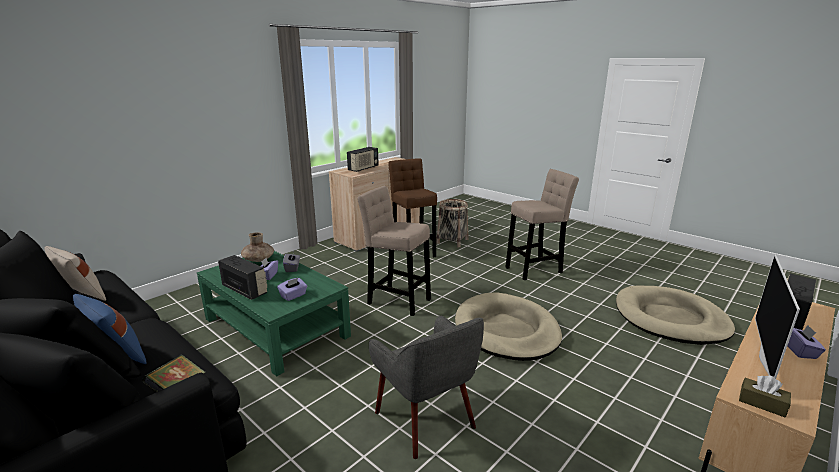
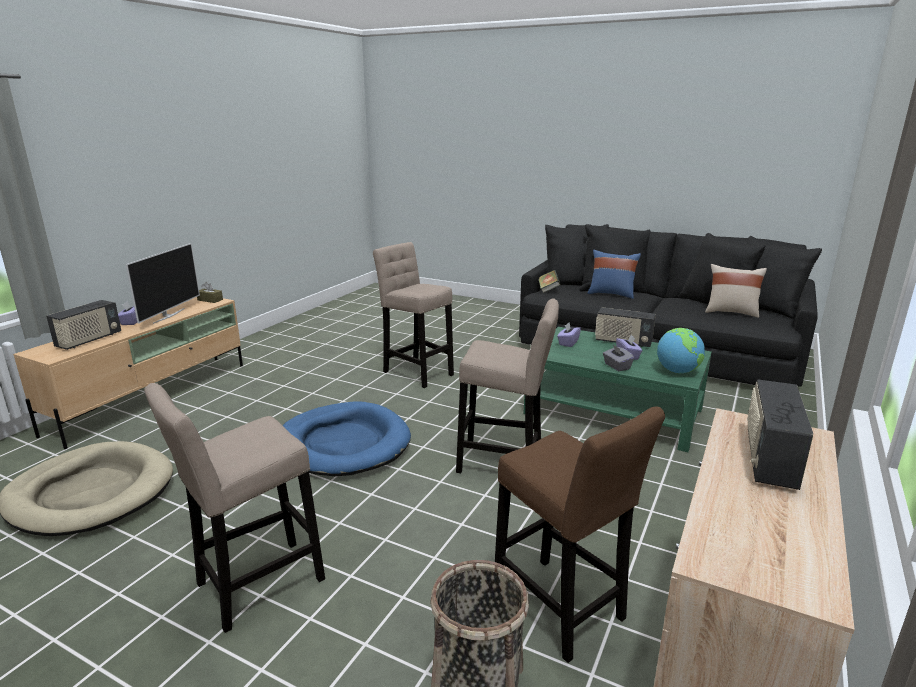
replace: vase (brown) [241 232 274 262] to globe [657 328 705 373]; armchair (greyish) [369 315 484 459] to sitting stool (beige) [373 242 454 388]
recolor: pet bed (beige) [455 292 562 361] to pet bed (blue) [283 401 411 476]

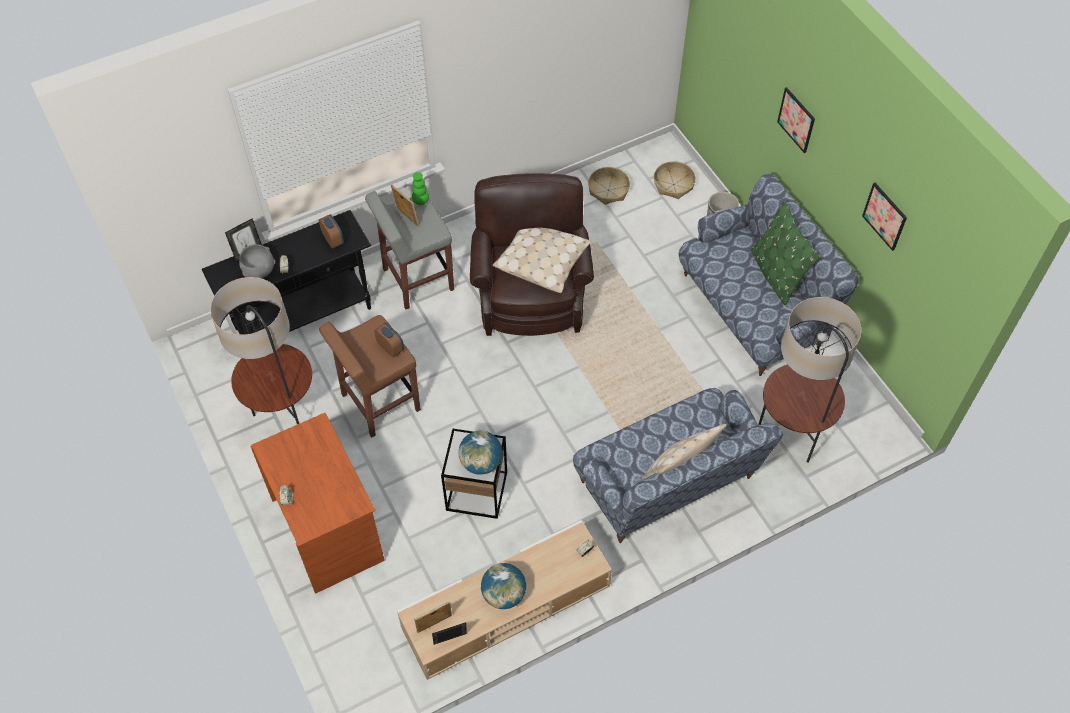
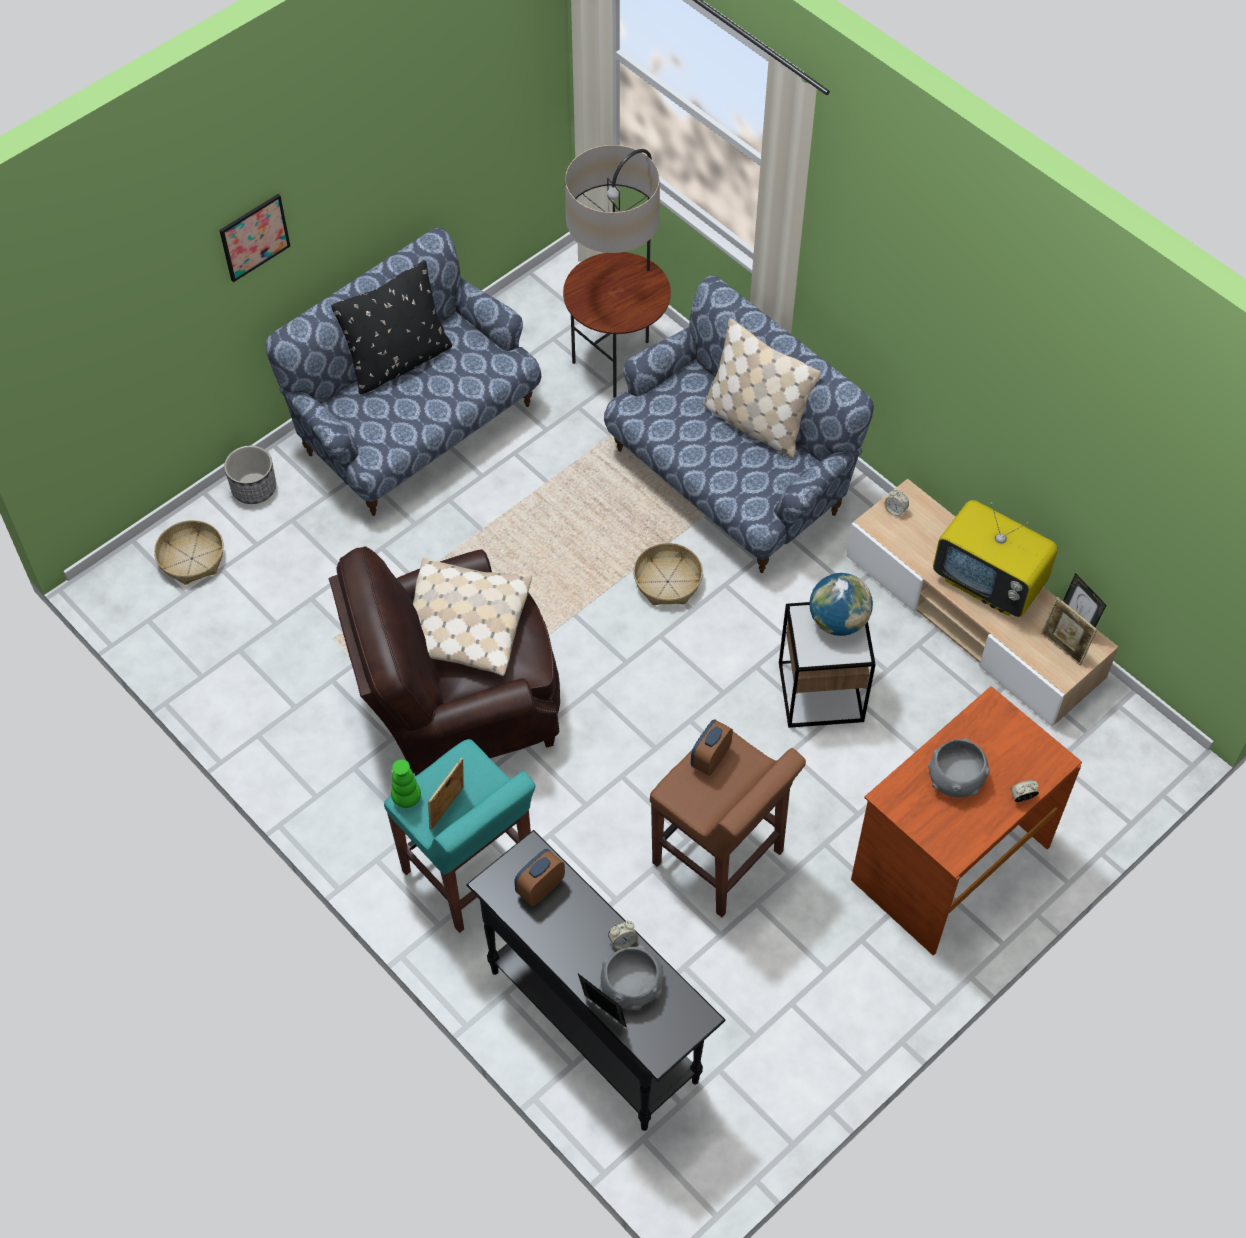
delete: picture [862 183 907 251]; standard lamp [210 277 312 424]
insert: deep dish (greyish) [928 738 990 798]
move: storage basket [588 167 630 205] to [633 543 703 605]
replace: globe [481 563 526 609] to TV set [933 500 1058 617]
recolor: sitting stool (greyish) [365 191 454 309] to sitting stool (turquoise) [384 739 536 933]; pillow (green-coloured) [751 201 819 305] to pillow (black) [331 260 452 394]

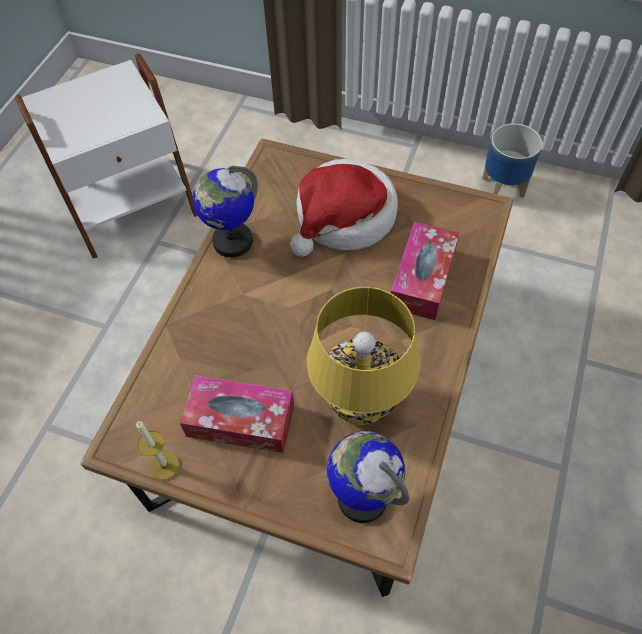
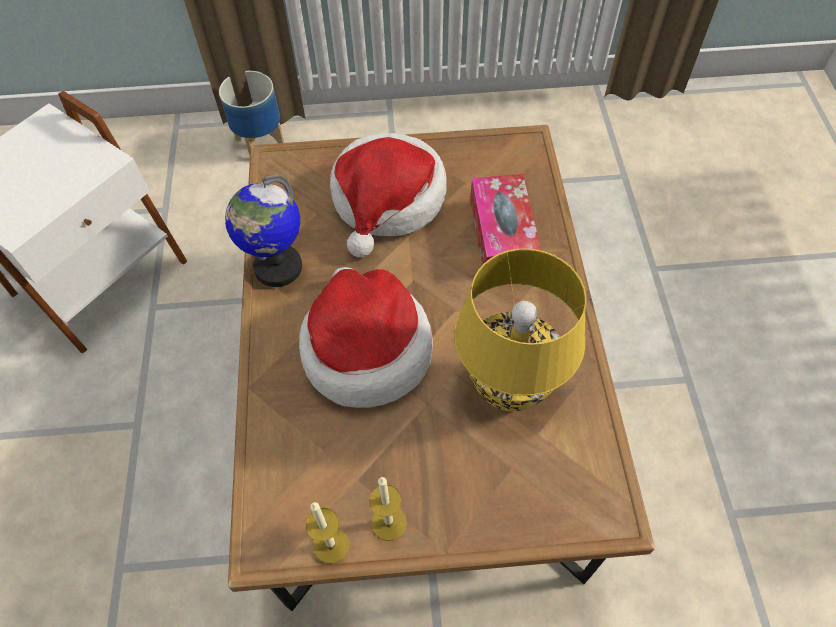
delete: box of tissues [180 375 294 453]; globe [327 431 409 523]
insert: wearable hat [299 267 433 408]; candle [369 477 407 541]
move: planter [482 123 542 198] to [219 71 284 155]

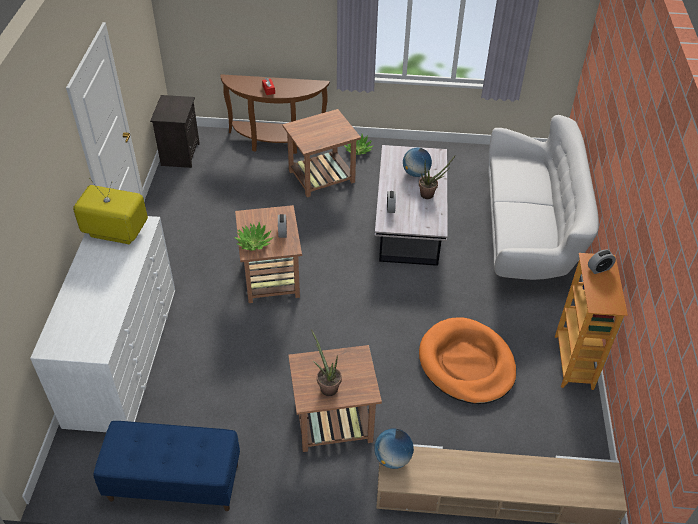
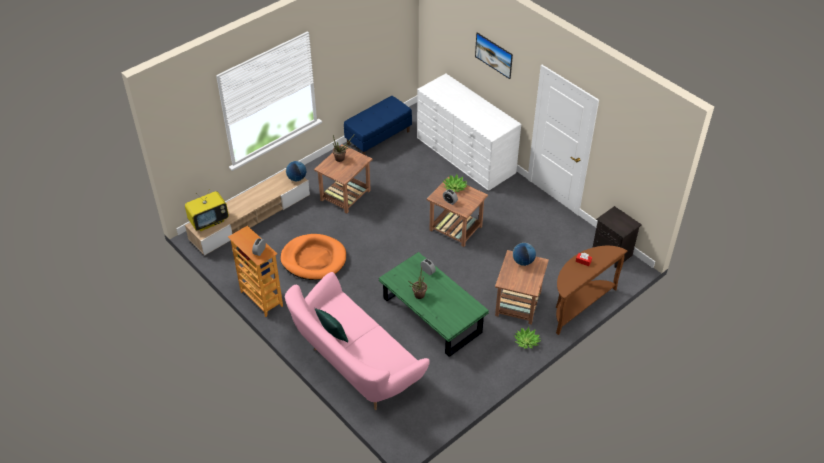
insert: picture [475 32 513 79]; pillow (green-coloured) [315 308 348 343]
move: globe [403 148 432 177] to [513 243 536 266]; TV set [73 178 148 244] to [185 188 229 231]
recolor: sofa (white) [488 115 599 280] to sofa (pink) [285 272 430 410]; lounge table (white) [375 145 448 266] to lounge table (green-coloured) [379 252 489 357]

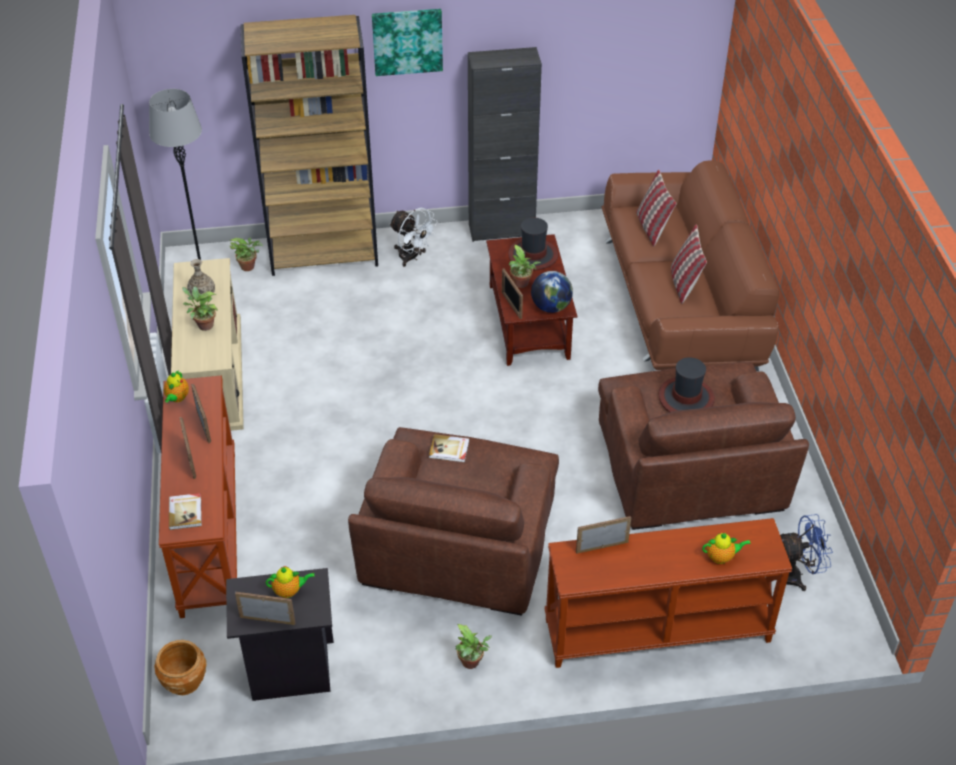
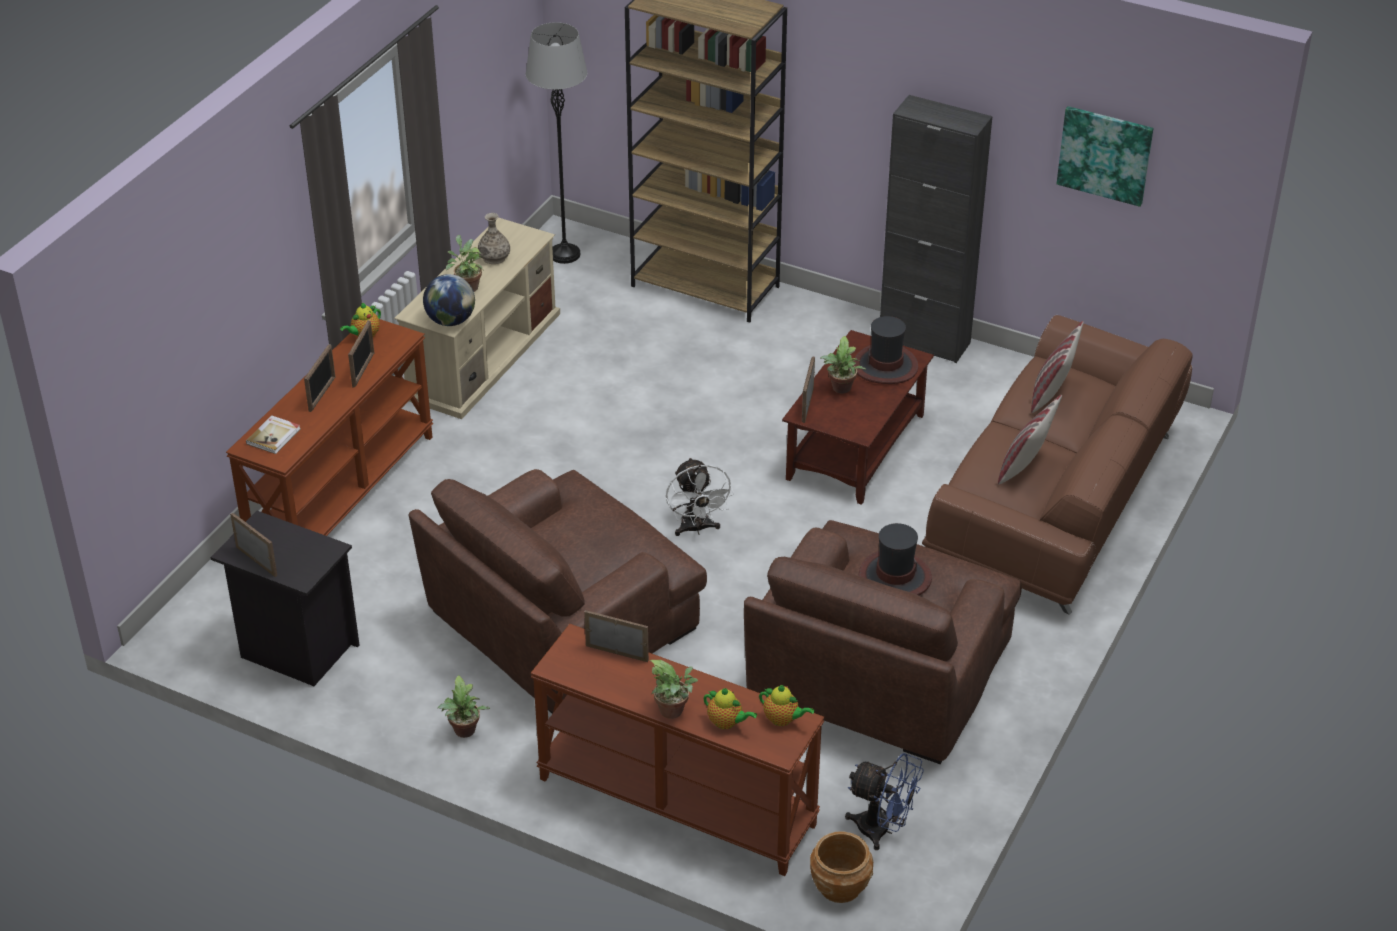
delete: volume [429 434 469 462]
move: picture [372 9 443 76] to [1057 106 1153 207]; electric fan (white) [389 208 438 267] to [666 457 734 536]; plant in a pot [230 238 263 271] to [650 660 698 719]; globe [531 271 573 313] to [423 274 475 326]; pot for tea [266 566 315 598] to [759 685 814 726]; planter (brown) [154 640 207 695] to [810 831 873 903]

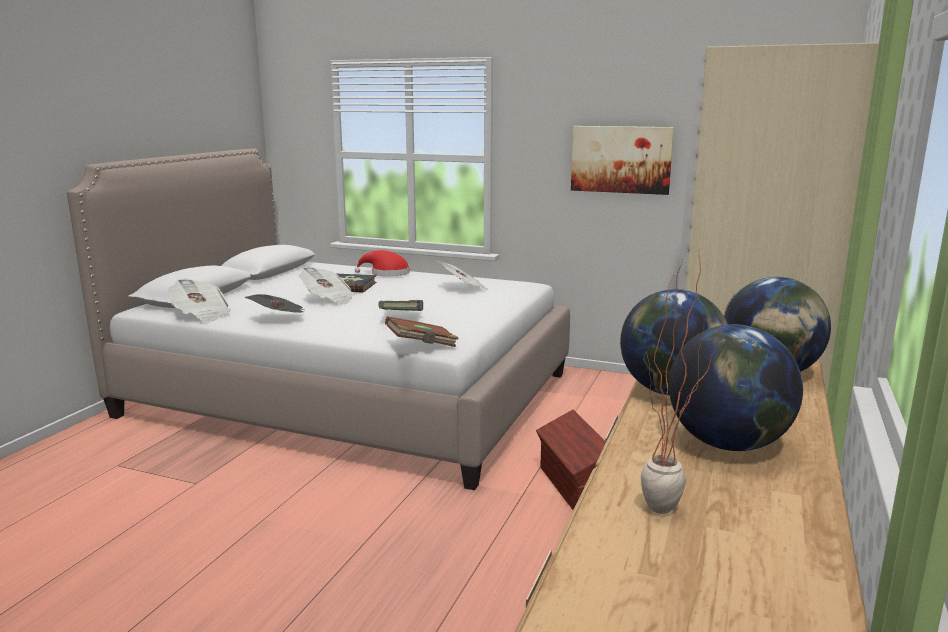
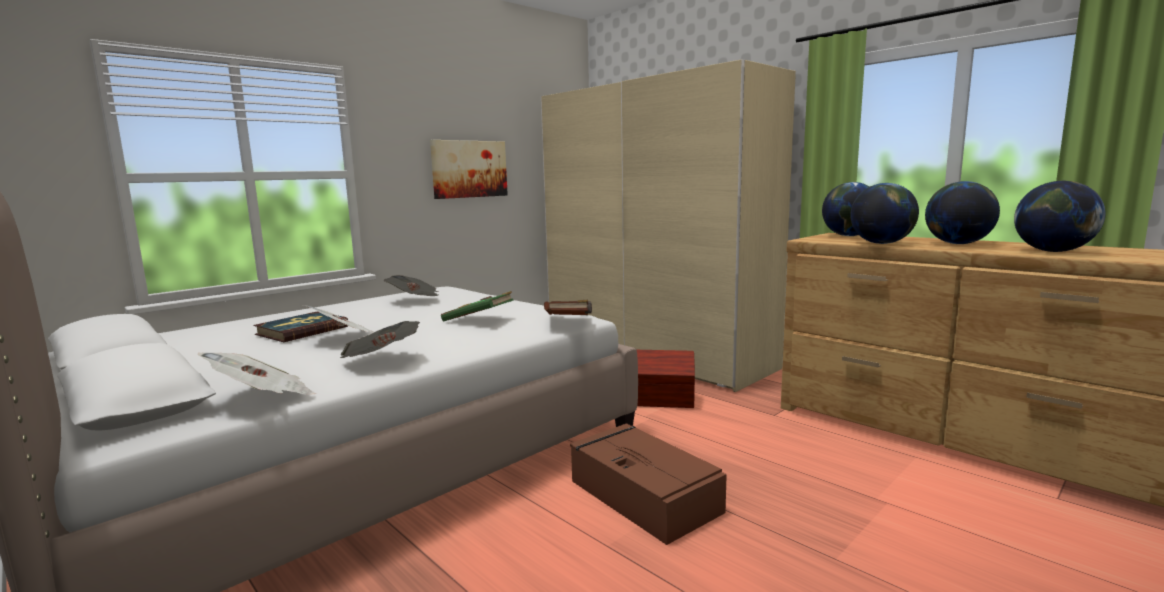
delete: wearable hat (red) [355 250 410 277]
insert: storage box (brown) [570 423 727 545]
replace: plant in a pot [641 255 735 514] to globe [1014 181 1106 252]

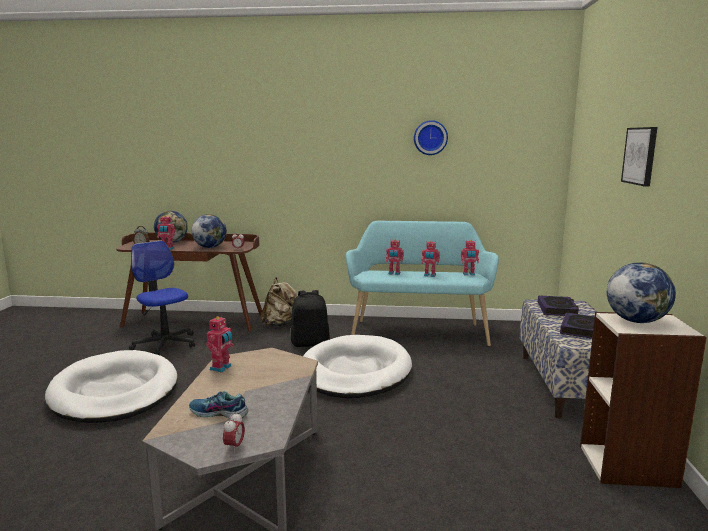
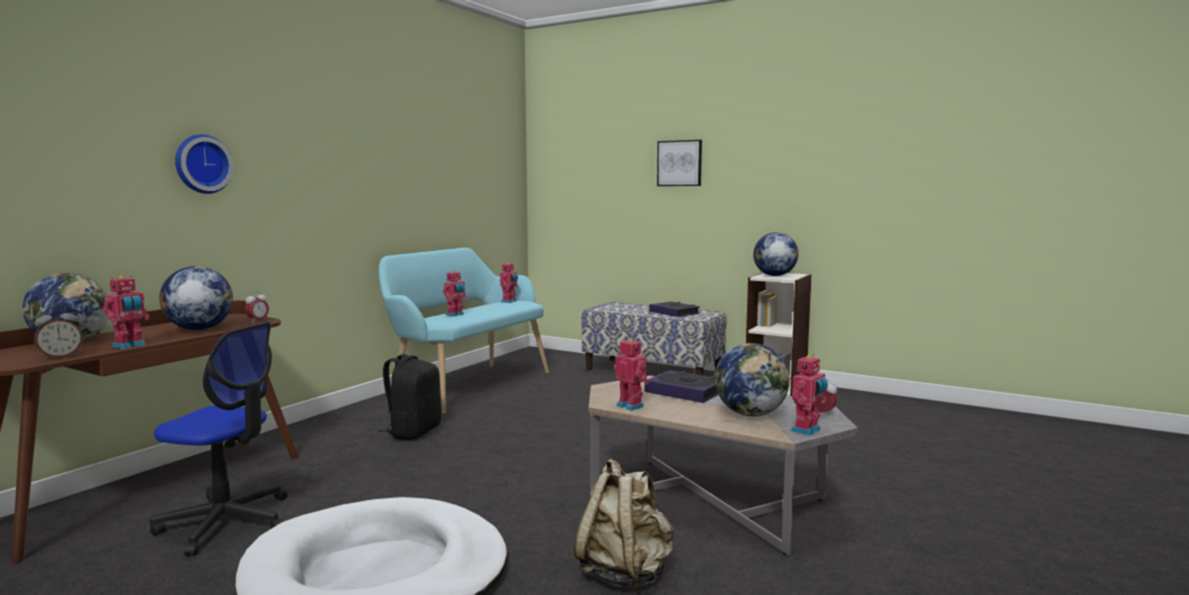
delete: pet bed (white) [303 335 412 398]
move: hanging clock [414 120 448 155] to [175 134 233 194]; model robot [421 241 440 277] to [791 354 828 436]; rucksack (beige) [260 277 297 327] to [574 458 674 588]; volume [538 295 579 316] to [645 370 719 403]
replace: low shoe [189 391 248 418] to globe [715 343 790 416]
rotate: office chair [129 241 195 355] = [150 321 288 556] 150 degrees counterclockwise

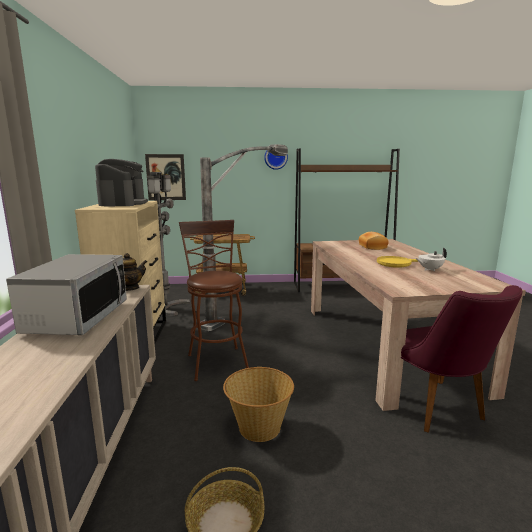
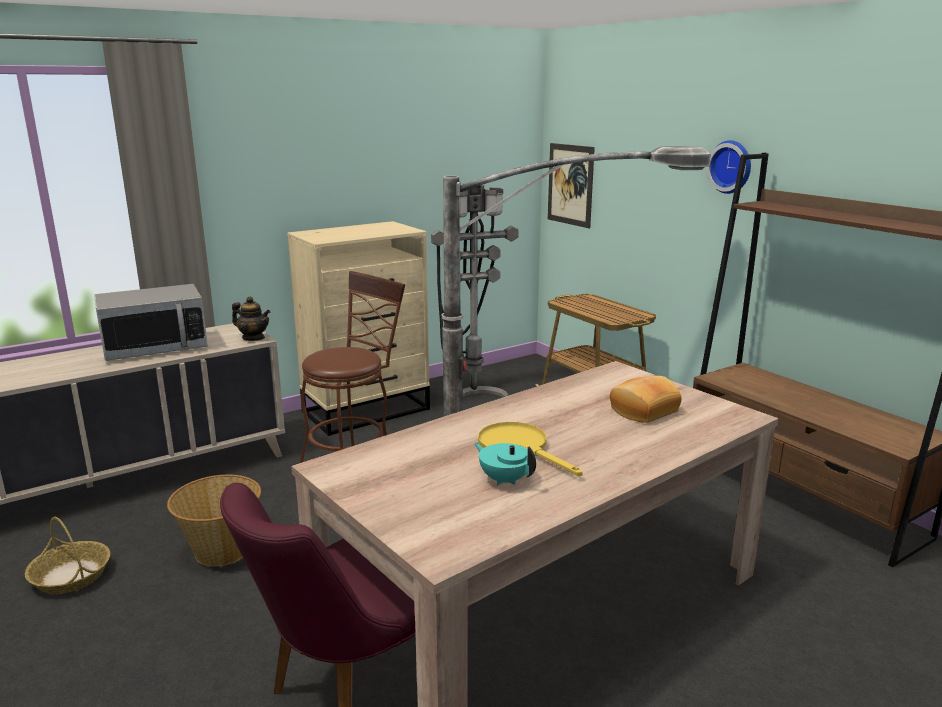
delete: coffee maker [95 159 148 206]
recolor: pot for tea (white) [415 248 447 271] to pot for tea (turquoise) [474 442 536 485]

